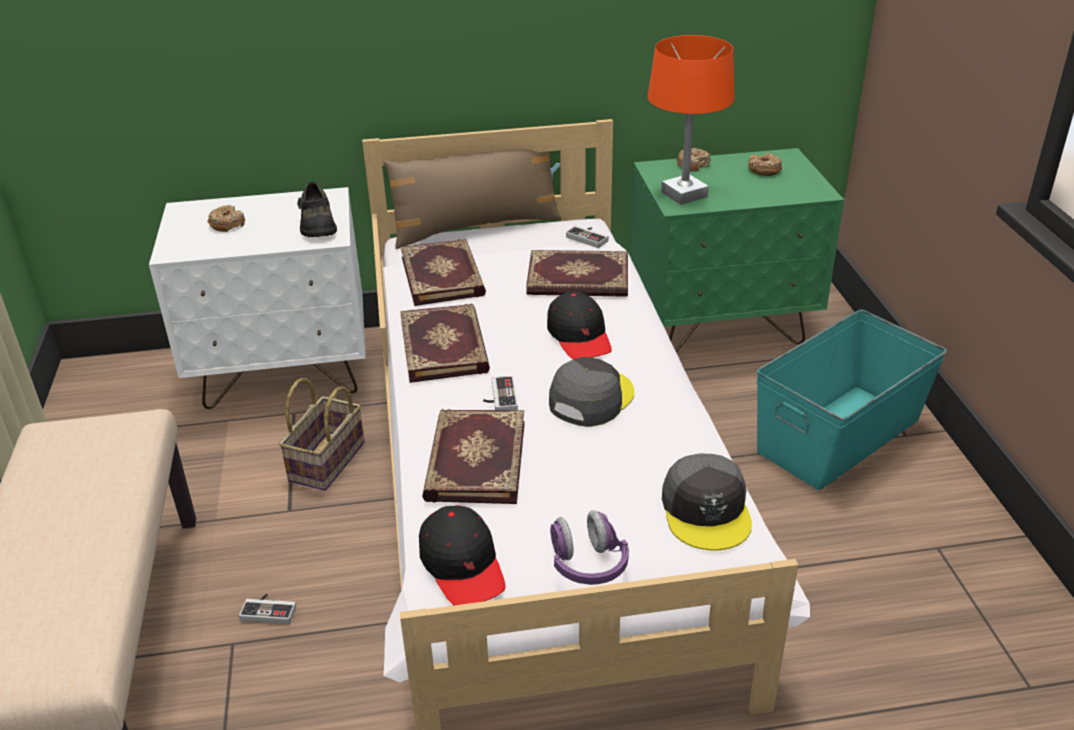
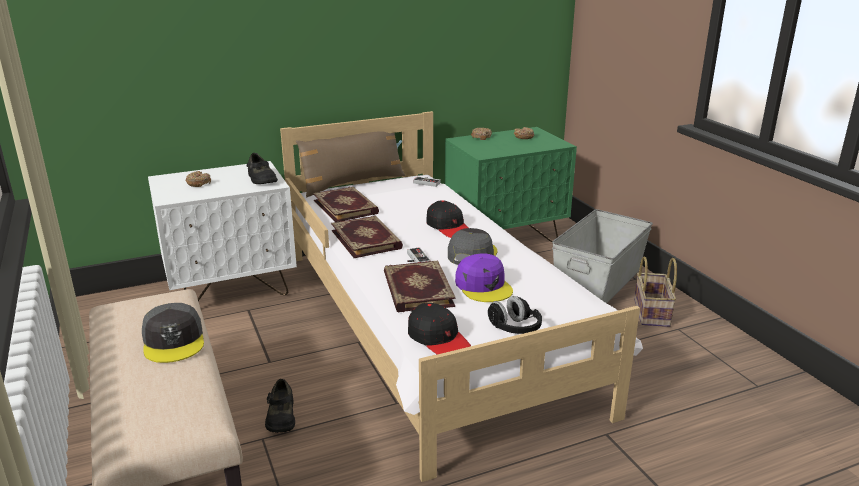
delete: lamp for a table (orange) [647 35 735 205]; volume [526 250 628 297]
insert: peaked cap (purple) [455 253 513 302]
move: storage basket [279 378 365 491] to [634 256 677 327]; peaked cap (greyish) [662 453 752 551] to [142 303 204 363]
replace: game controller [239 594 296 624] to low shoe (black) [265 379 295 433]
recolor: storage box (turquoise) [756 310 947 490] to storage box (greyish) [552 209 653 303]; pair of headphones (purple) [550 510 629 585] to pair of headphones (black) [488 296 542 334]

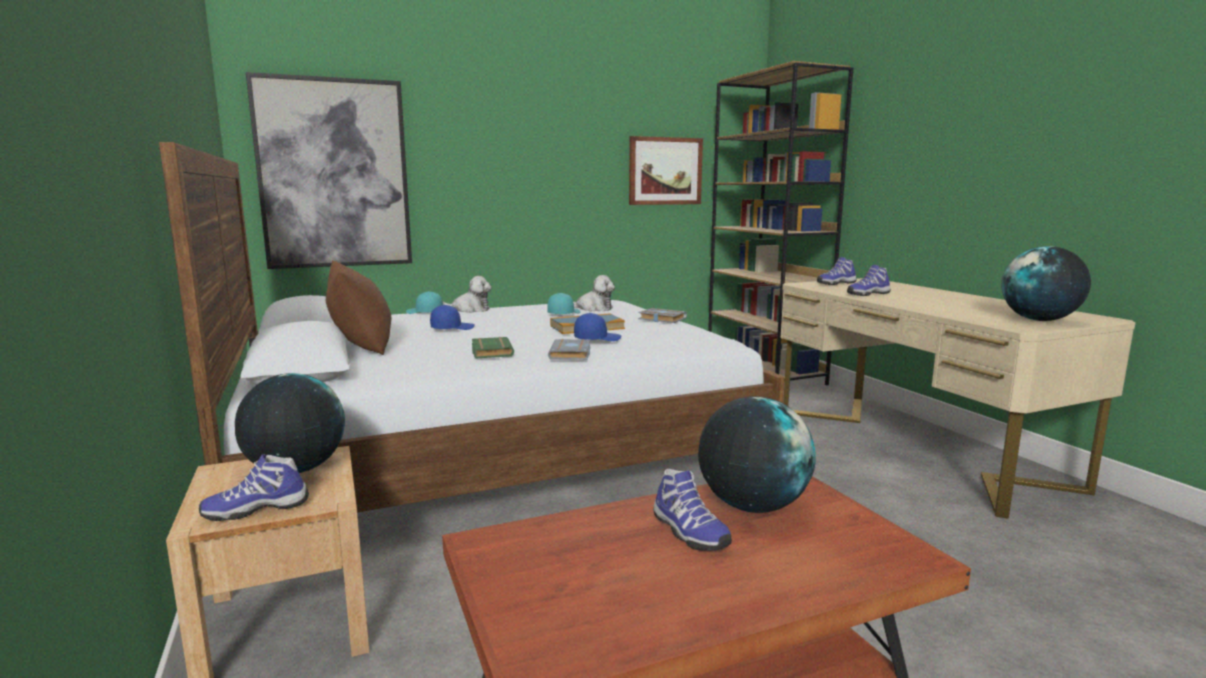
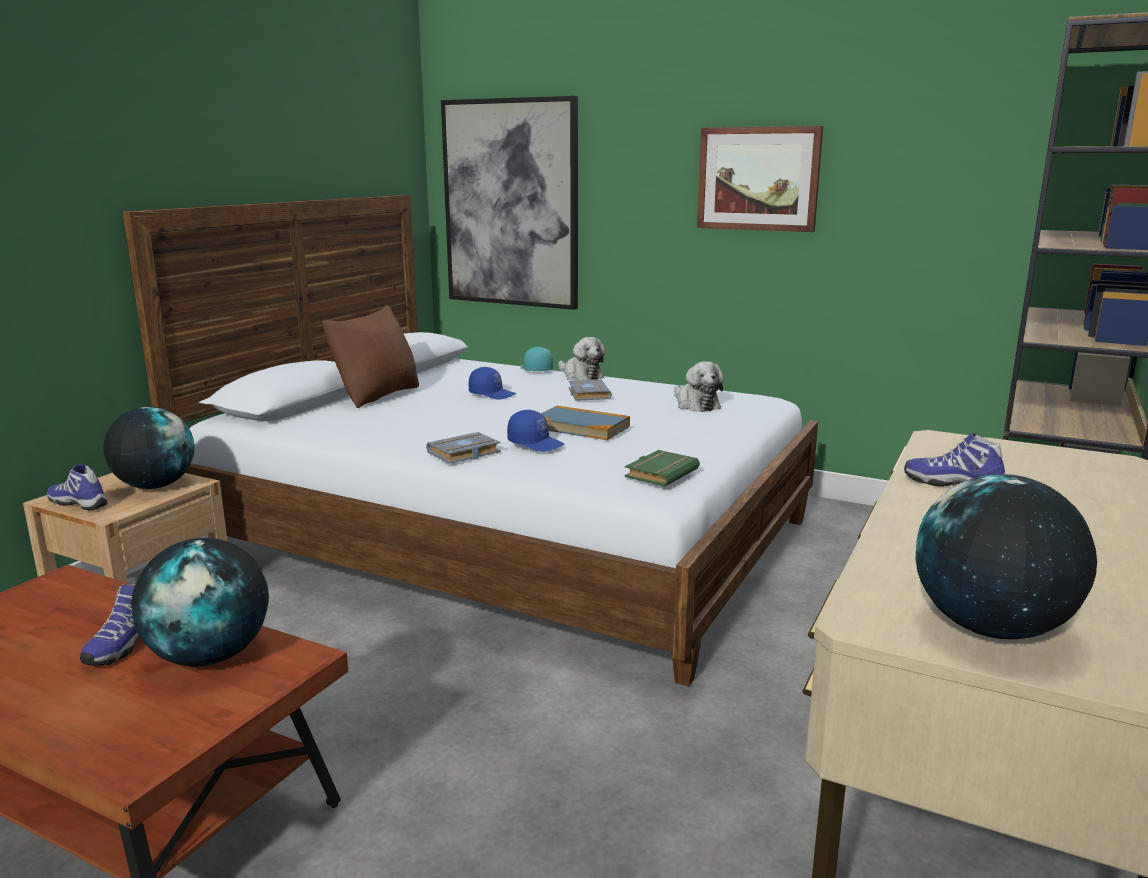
delete: low shoe [817 257 856 285]; peaked cap (turquoise) [547 293 581 314]
move: picture [629 136 703 205] to [697 126 823 232]; volume (greyish) [638 308 687 323] to [569 379 612 401]; volume (green-coloured) [472 337 514 359] to [625 450 700 487]

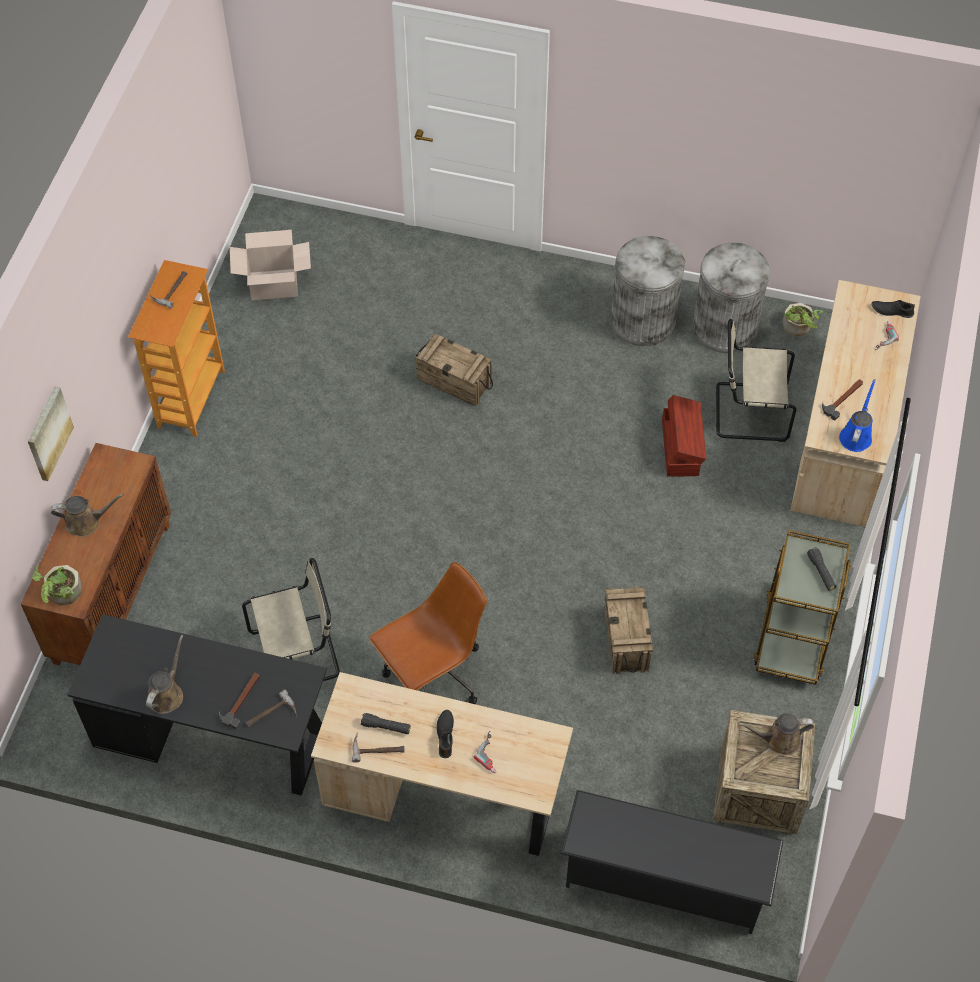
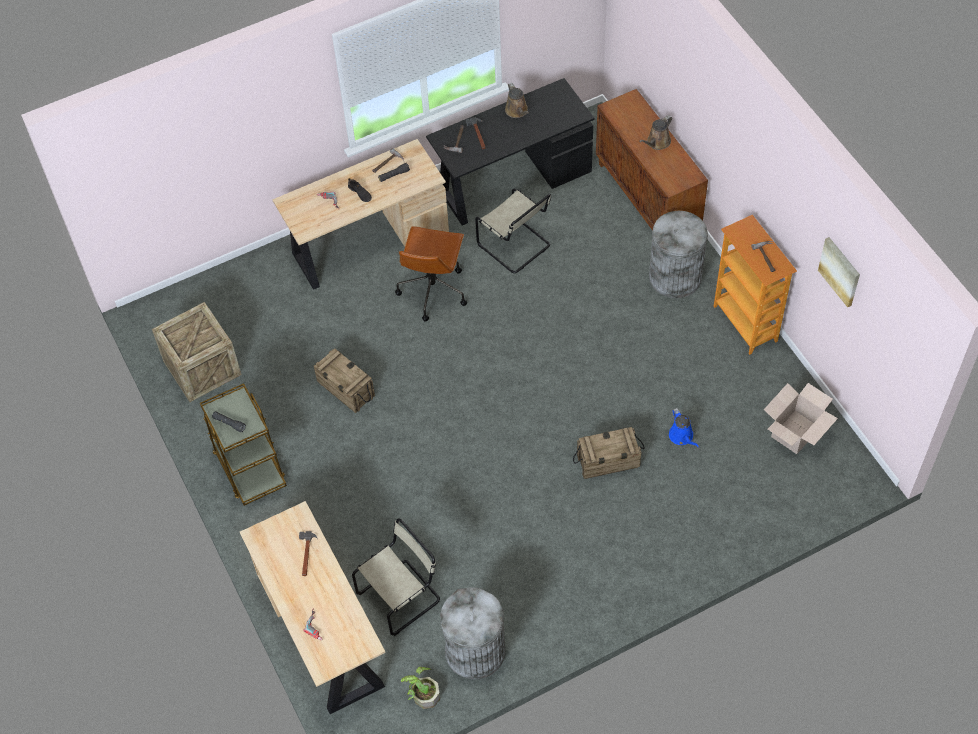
delete: low shoe (black) [871 300 915 318]; storage box (brown) [662 395 706 477]; plant in a pot [32 565 82 606]; watering can (brown) [738 713 814 755]; shoe shelf (black) [561 790 783 934]
move: rubbish bin (greyish) [611 236 685 346] to [649 211 708 298]; watering can (blue) [839 379 876 452] to [669 408 699 448]; picture [28 386 74 481] to [818 237 860 307]
rotate: plain chair (beige) [242 558 340 681] = [475 188 551 273] 75 degrees counterclockwise

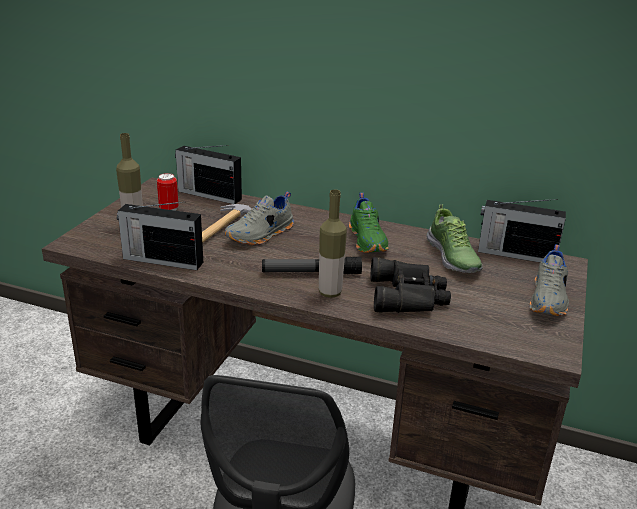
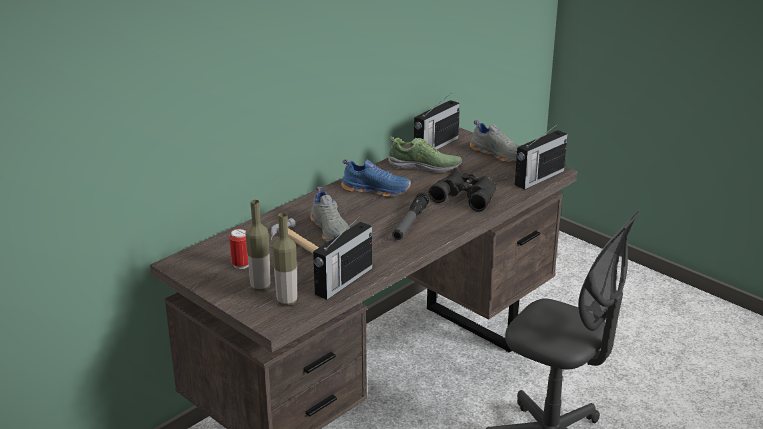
move: radio receiver [175 145 242 204] to [515 123 568 190]; drink bottle [319 190 347 298] to [272 213 297 306]
recolor: low shoe (green-coloured) [349 193 389 253] to low shoe (blue) [341 159 411 197]

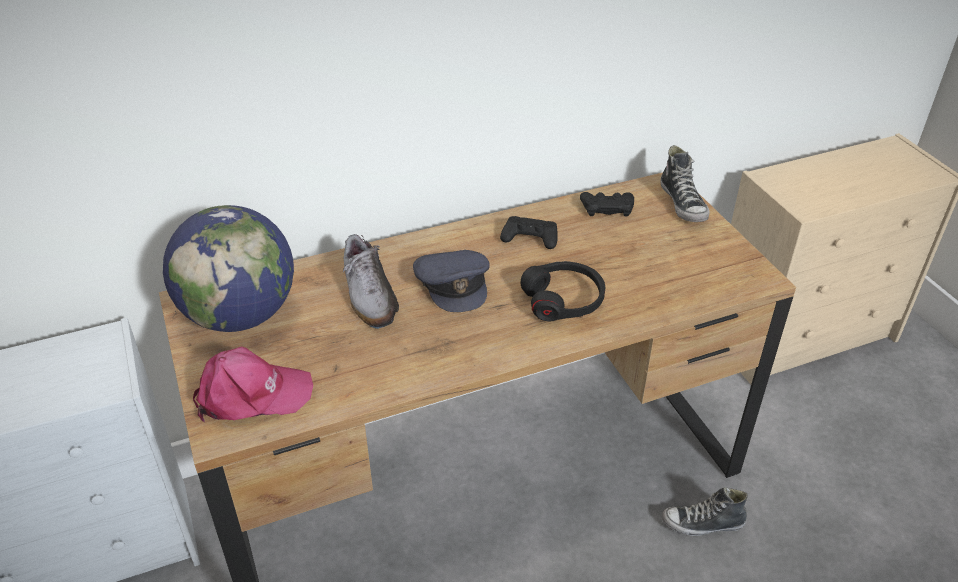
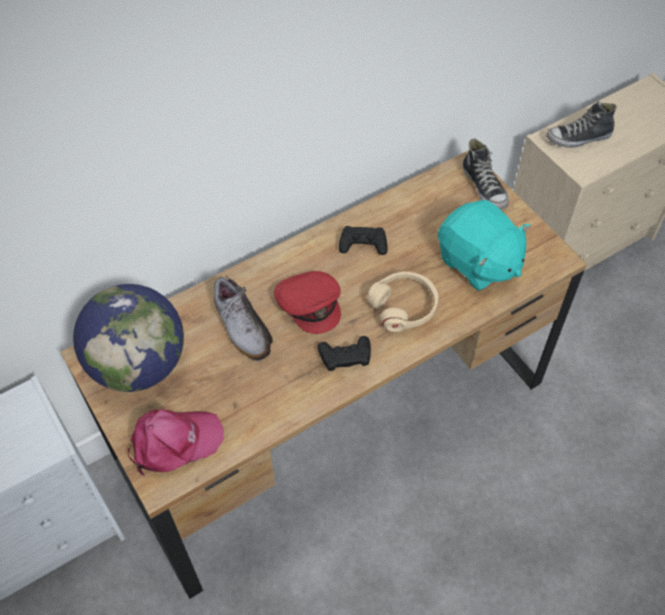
insert: cuddly toy (turquoise) [438 200 531 291]
move: game controller (black) [580 192 634 217] to [318 336 371 371]; low shoe [662 487 748 536] to [546 101 617 148]
recolor: peaked cap (greyish) [413 250 490 312] to peaked cap (red) [274 271 341 334]; pair of headphones (black) [520 261 605 321] to pair of headphones (beige) [367 272 438 332]

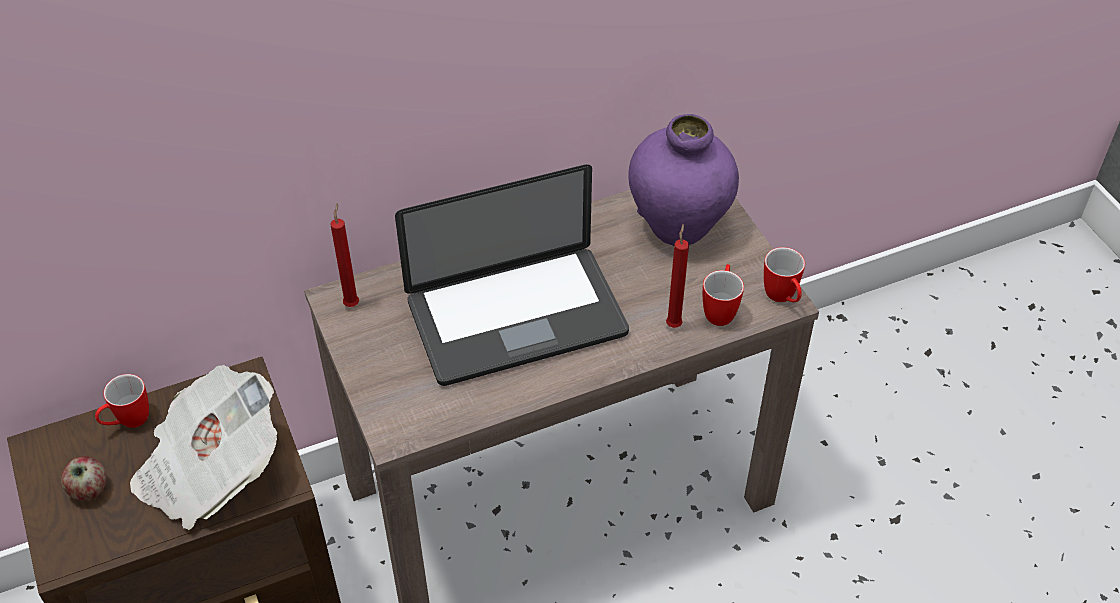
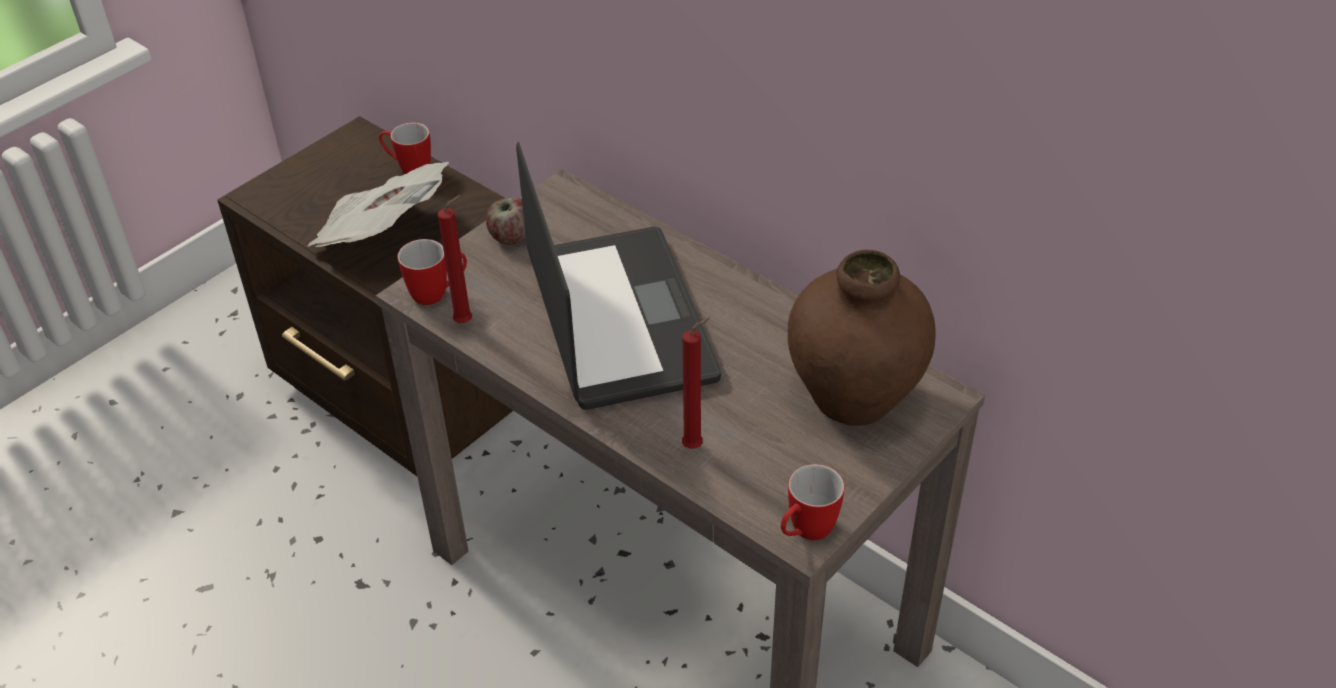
move: candle (red) [330 203 359 307] to [438 195 472 323]; tea mug [703 264 744 326] to [397 239 467 305]; apple [61 456 106 501] to [486 197 526 245]
recolor: vase (purple) [628 114 739 246] to vase (brown) [788 250 936 426]
rotate: laptop [395 164 629 386] = [516 142 721 410] 150 degrees counterclockwise

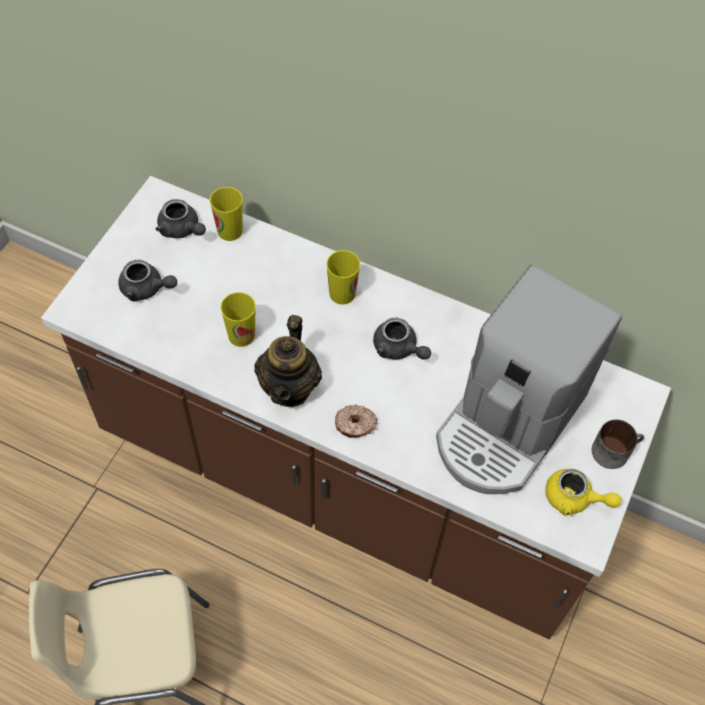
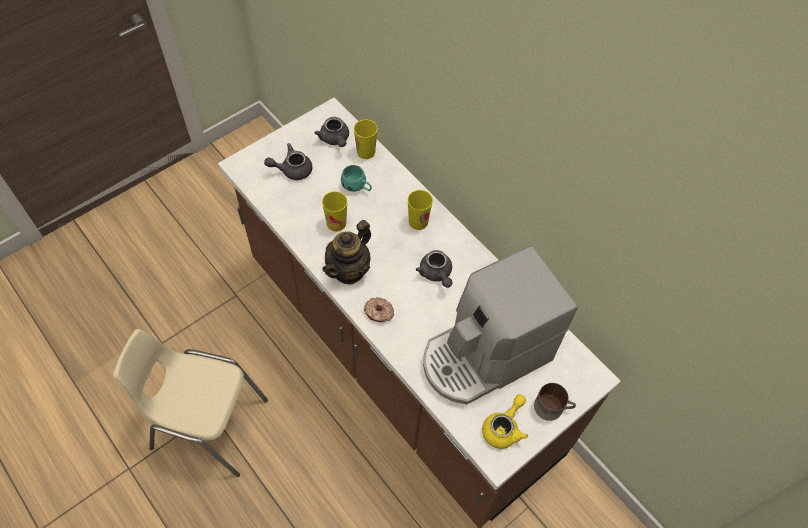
insert: tea mug (turquoise) [341 165 372 192]
rotate: pot for tea (greyish) [118 260 177 301] = [264 143 312 180] 120 degrees clockwise; pot for tea (yellow) [545 469 621 516] = [482 394 528 449] 105 degrees counterclockwise

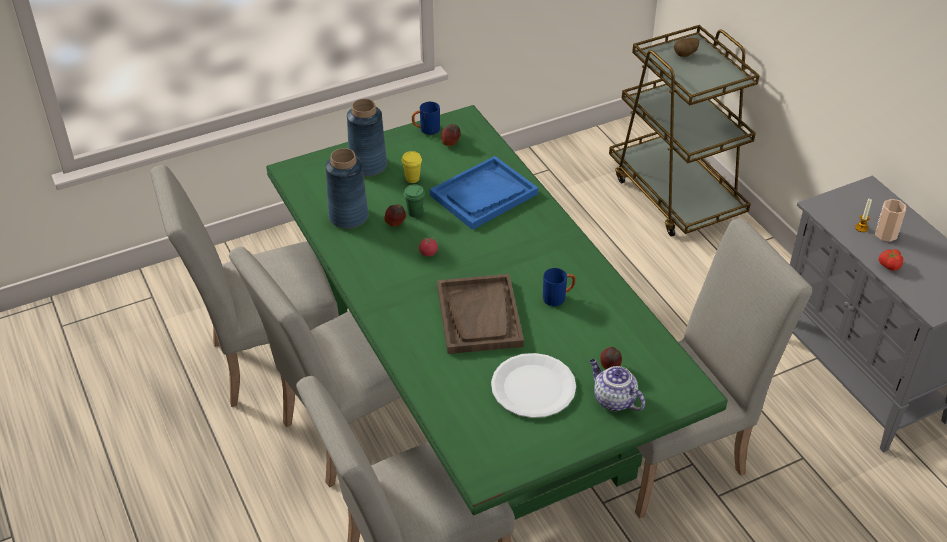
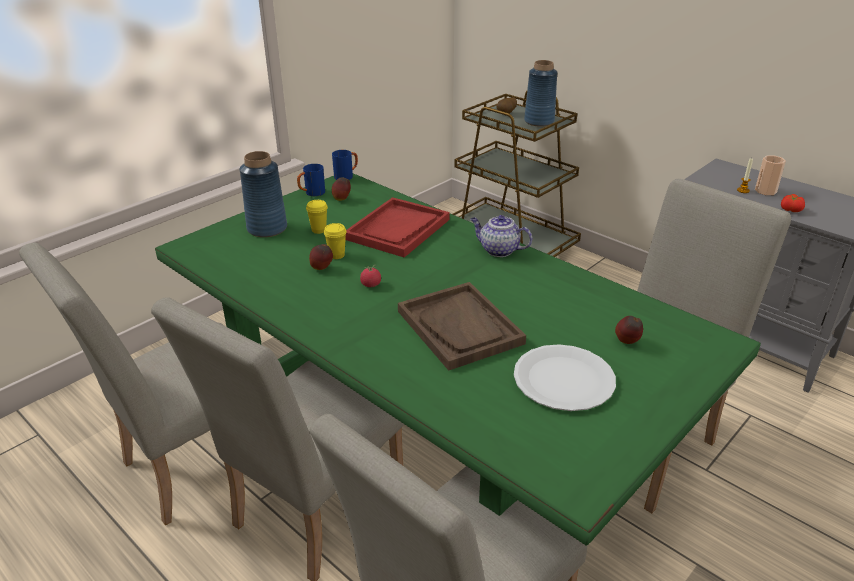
move: vase (blue) [325 148 369 229] to [524 60 558 127]; tea mug (blue) [543 268 575 306] to [332 150 358 180]; pot for tea [589 359 645 411] to [470 215 532 257]
recolor: serving tray (blue) [430 156 538 230] to serving tray (red) [345 197 450 258]; drinking cup (green-coloured) [404 184 425 217] to drinking cup (yellow) [324 223 347 259]

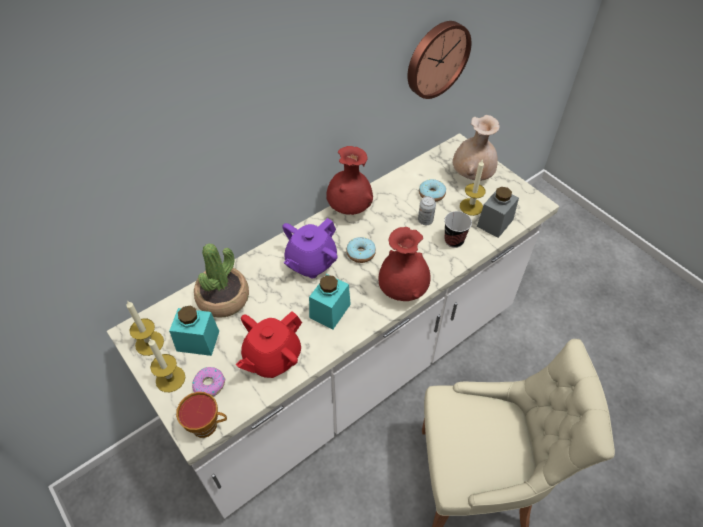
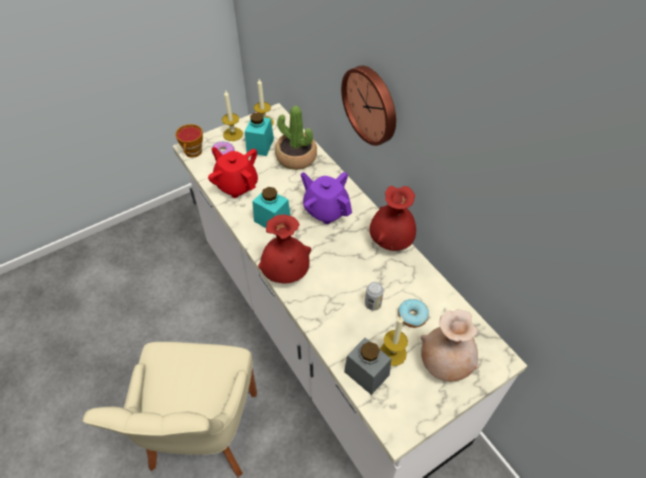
delete: drinking cup [444 211 472 248]; ring doughnut [346 237 376 263]
move: hanging clock [408 21 471 99] to [341 66 396 146]

